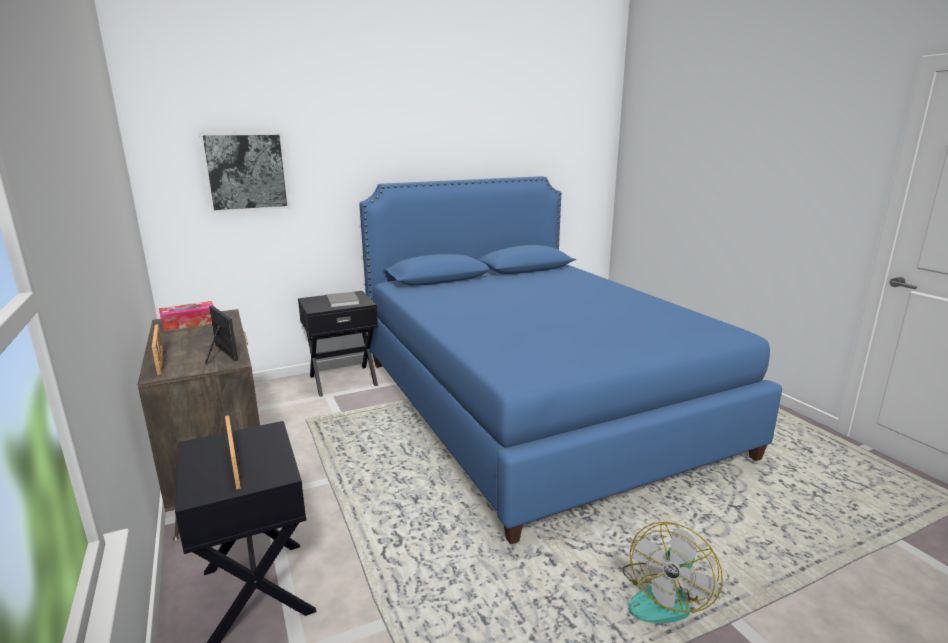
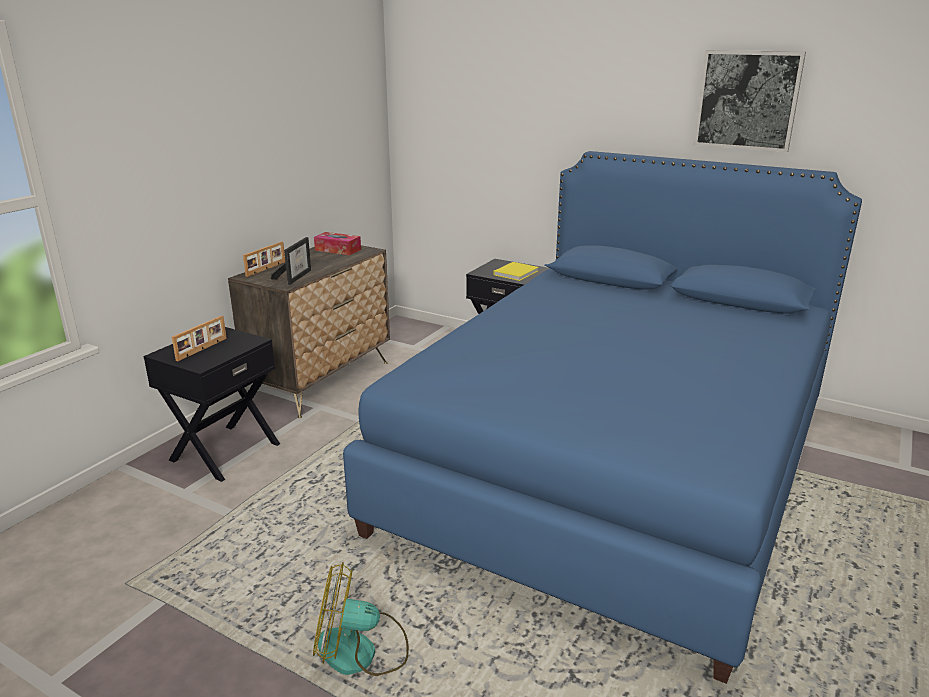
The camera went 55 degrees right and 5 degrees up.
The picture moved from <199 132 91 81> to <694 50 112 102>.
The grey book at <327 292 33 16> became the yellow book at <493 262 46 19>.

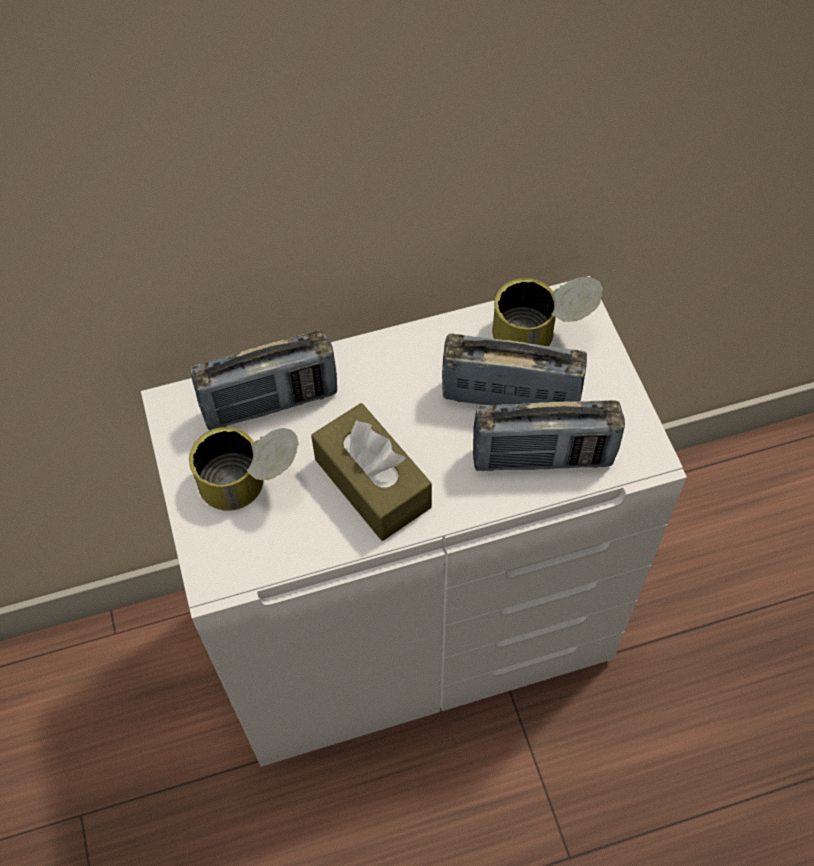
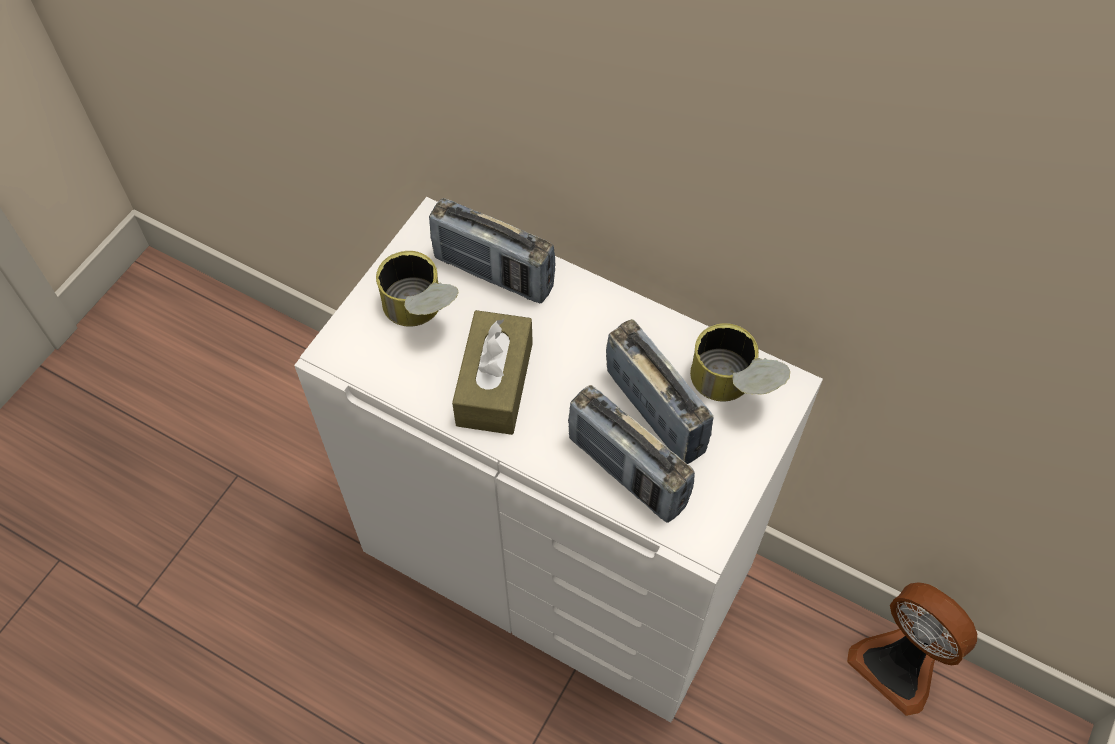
The camera went 45 degrees right and 0 degrees up.
The fan at <847 582 130 134> appeared.

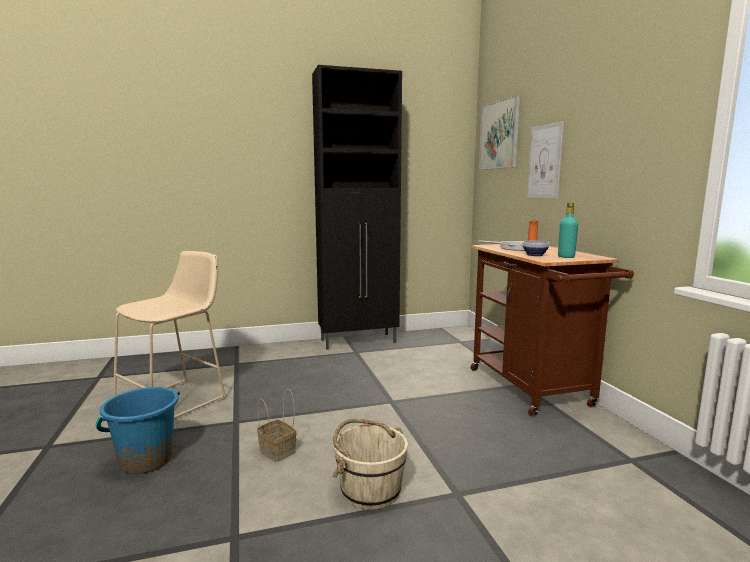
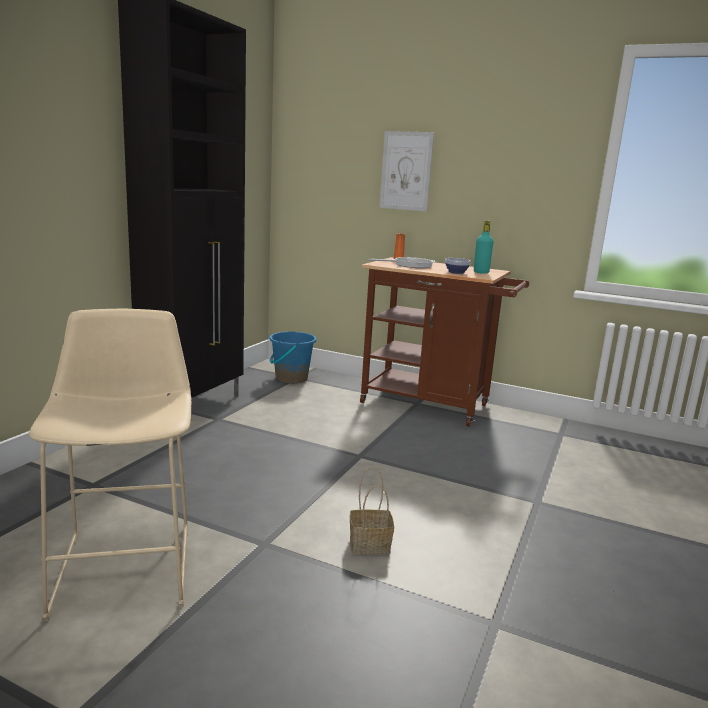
The camera went 50 degrees left and 5 degrees up.
The picture at <479 95 41 75> disappeared.
The blue bucket moved from <96 387 84 87> to <269 332 48 52>.
The beige bucket at <333 419 75 91> disappeared.

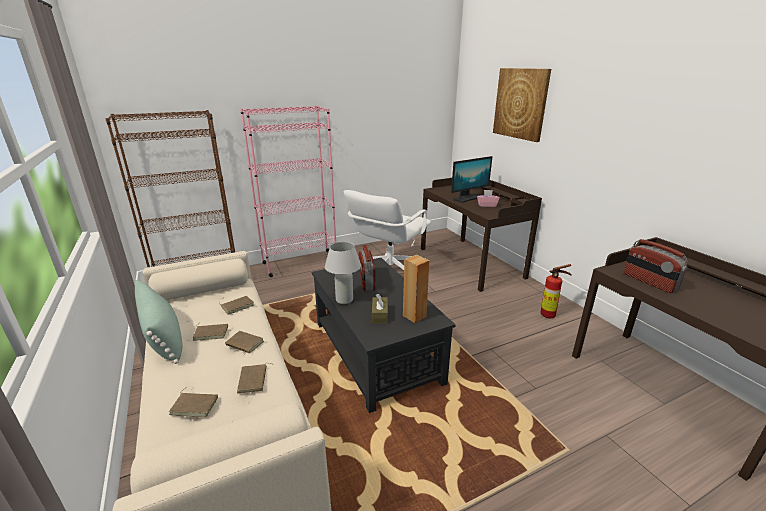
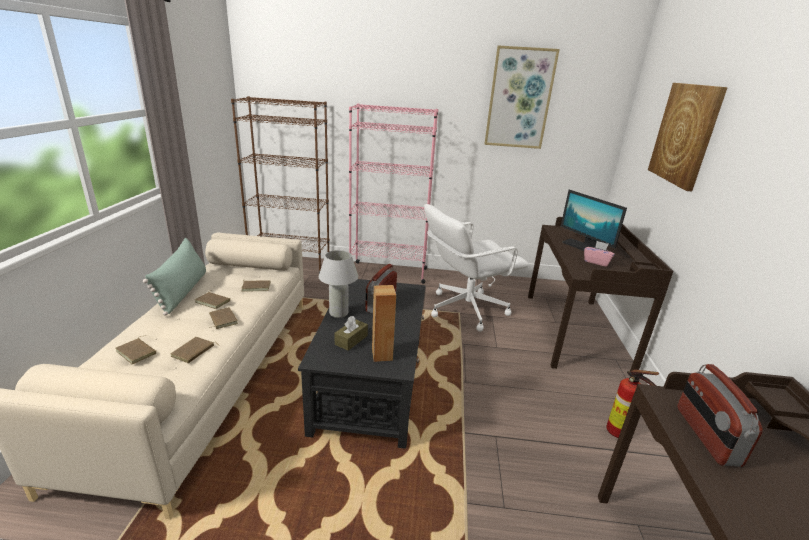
The camera went 30 degrees right and 0 degrees up.
The monitor at <451 156 42 47> turned 60 degrees clockwise.
The picture at <485 46 75 103> appeared.

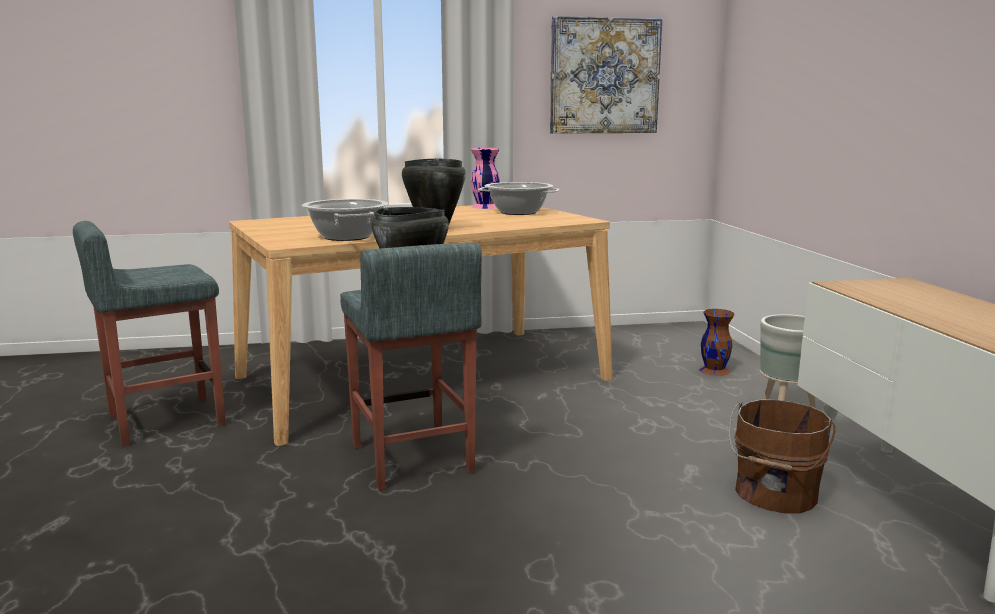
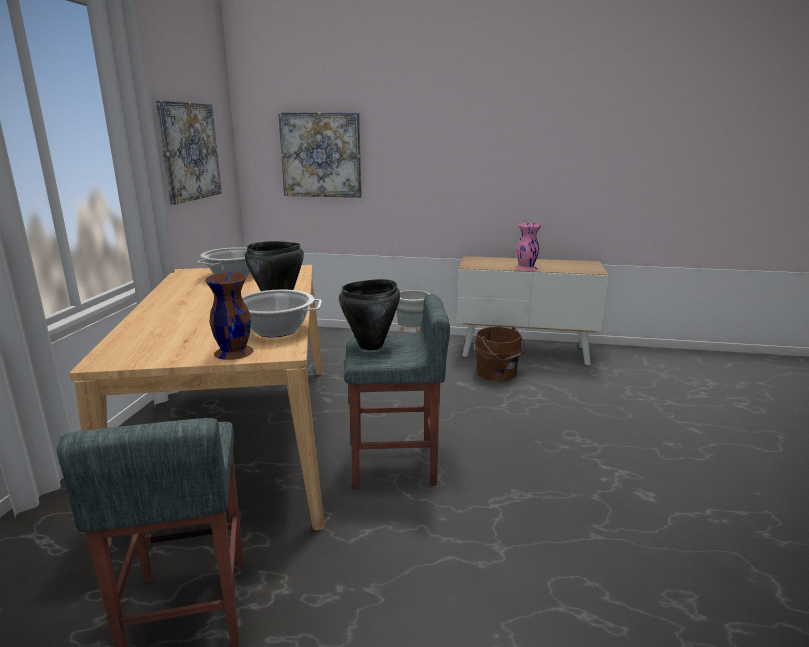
The camera went 70 degrees left and 5 degrees up.
The pink vase moved from <471 148 29 61> to <516 223 25 48>.
The brown vase moved from <699 309 36 67> to <205 273 49 87>.
The picture at <278 112 84 86> appeared.

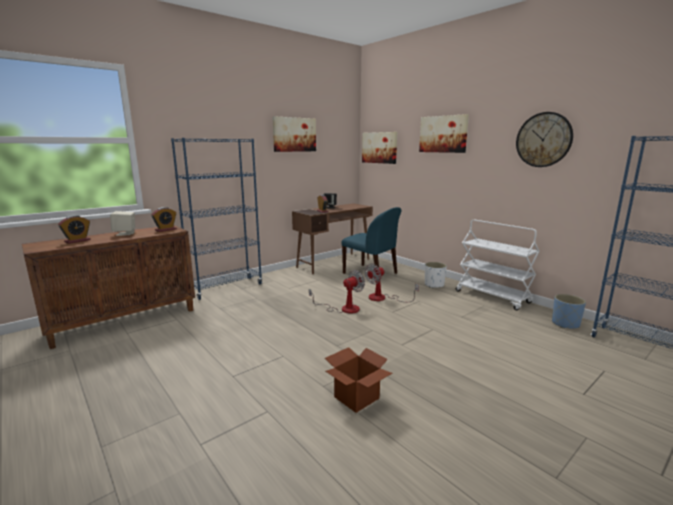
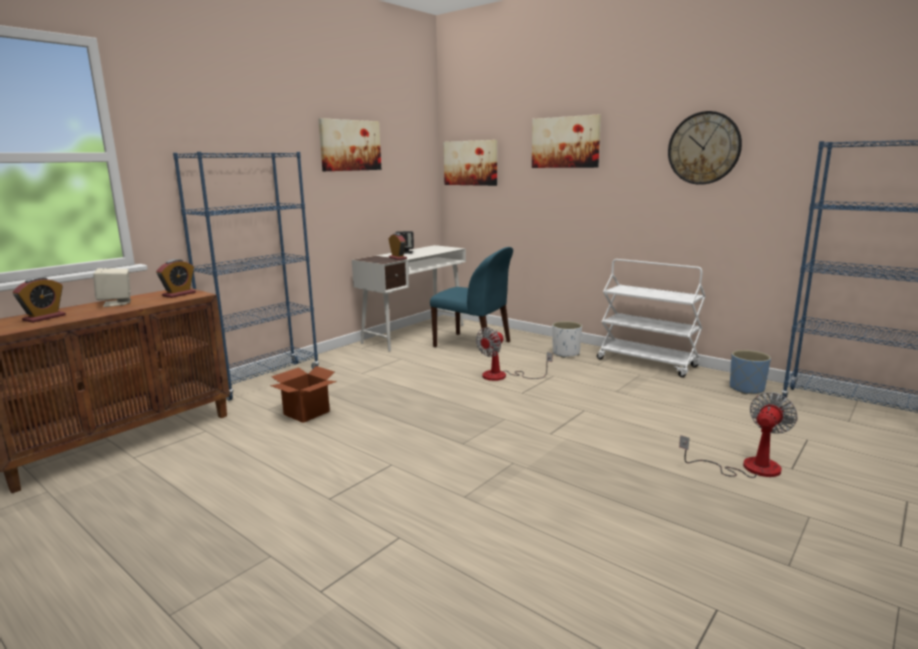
The camera went 10 degrees left and 0 degrees up.
The brown desk at <292 203 81 71> became the white desk at <352 245 114 106>.
The fan moved from <309 270 56 44> to <679 392 119 86>.
The cardboard box moved from <325 347 67 66> to <270 366 67 57>.

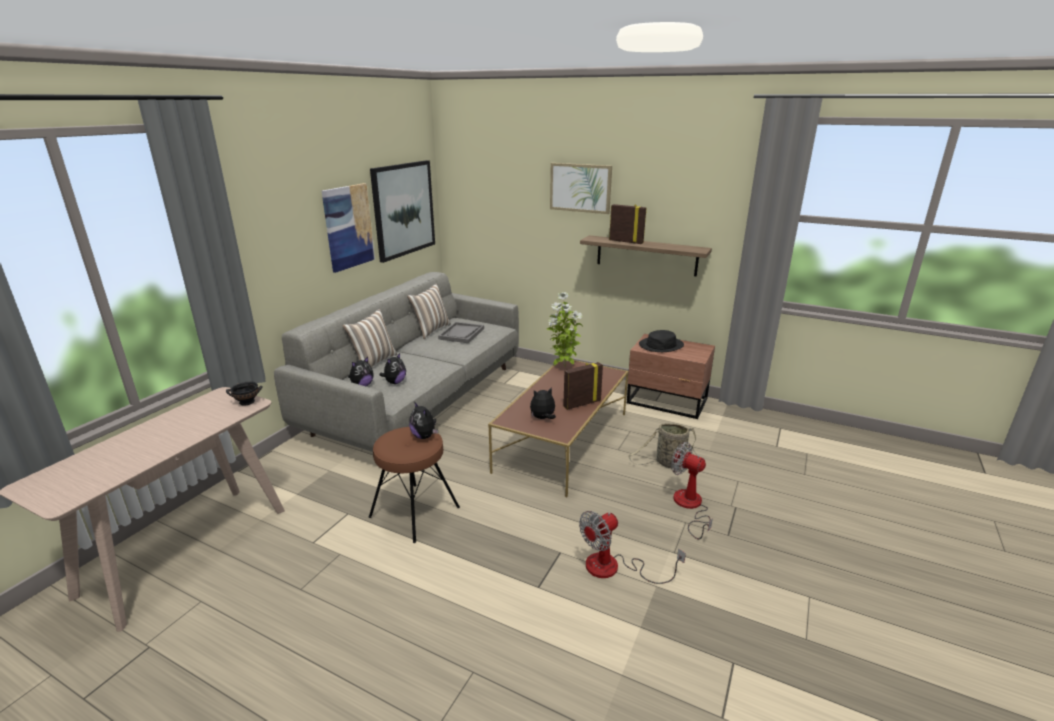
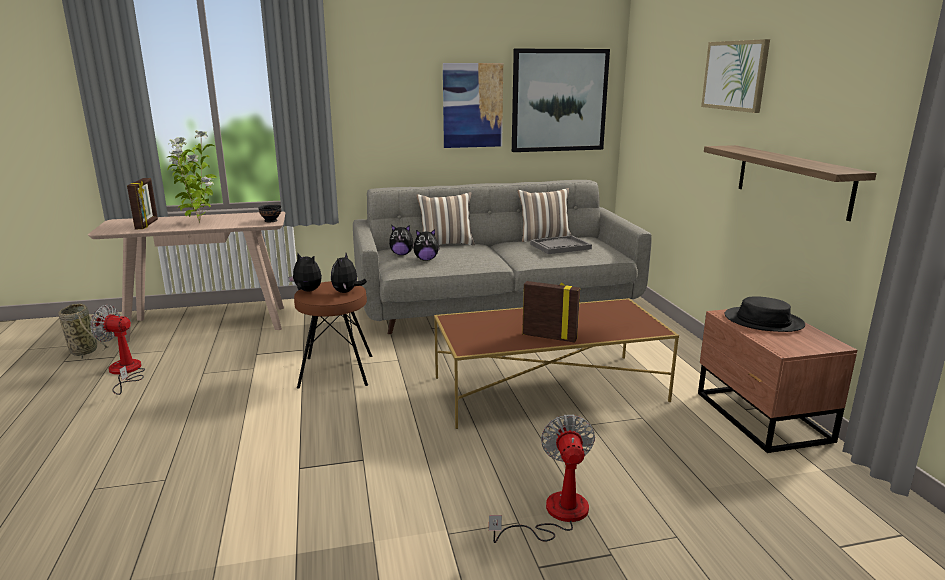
The camera went 50 degrees right and 5 degrees down.
The picture frame moved from <609 204 37 40> to <127 178 31 51>.
The potted plant moved from <547 292 36 75> to <167 130 50 93>.
The plush toy moved from <530 387 26 32> to <288 253 34 38>.
The basket moved from <628 423 69 45> to <58 303 50 57>.
The fan moved from <579 511 107 73> to <90 305 55 90>.

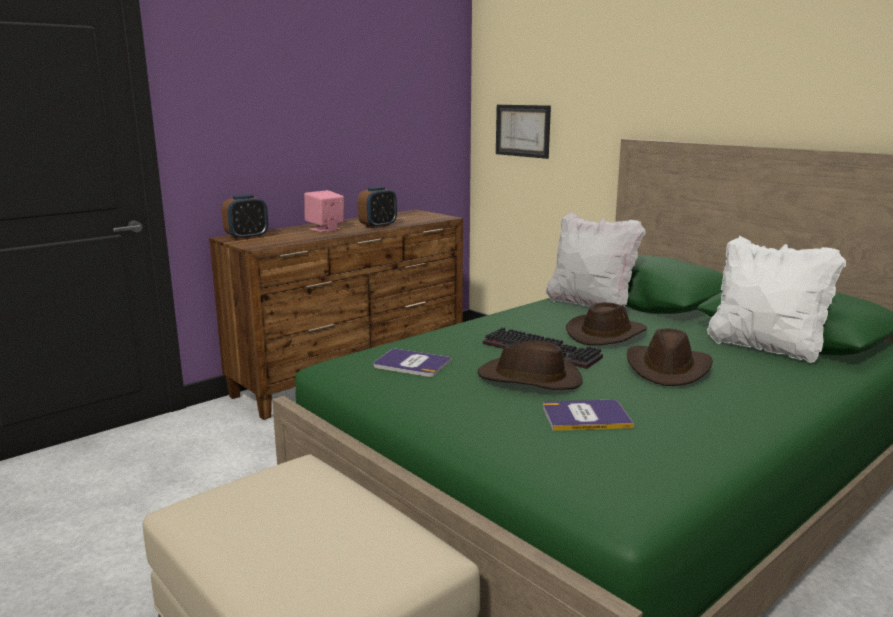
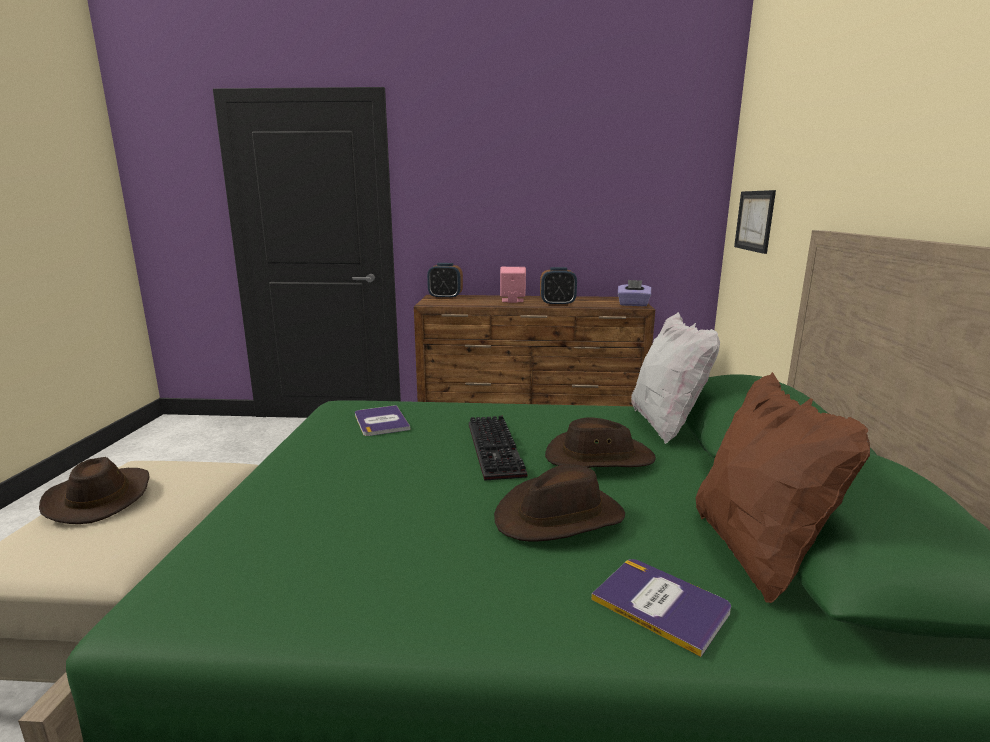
The camera went 45 degrees right and 0 degrees up.
The white pillow at <707 236 139 127> became the brown pillow at <696 372 174 231>.
The brown hat moved from <477 341 106 49> to <39 457 111 67>.
The book moved from <543 400 91 31> to <591 559 140 98>.
The purple tissue box at <618 280 33 26> appeared.

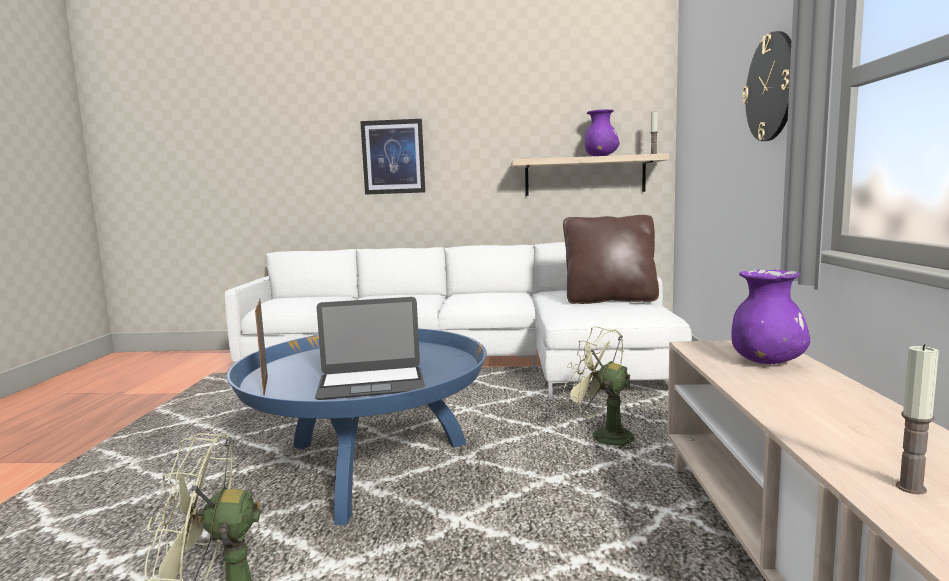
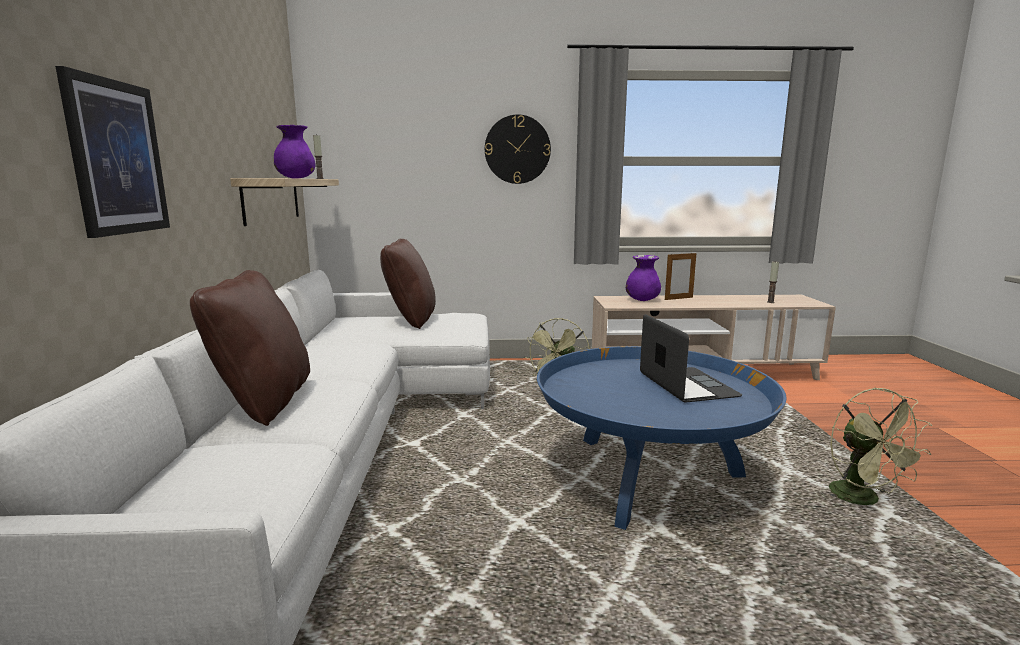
The camera went 95 degrees left and 5 degrees up.
The picture frame moved from <255 300 13 96> to <665 253 32 47>.
The brown pillow at <190 270 120 156> appeared.

